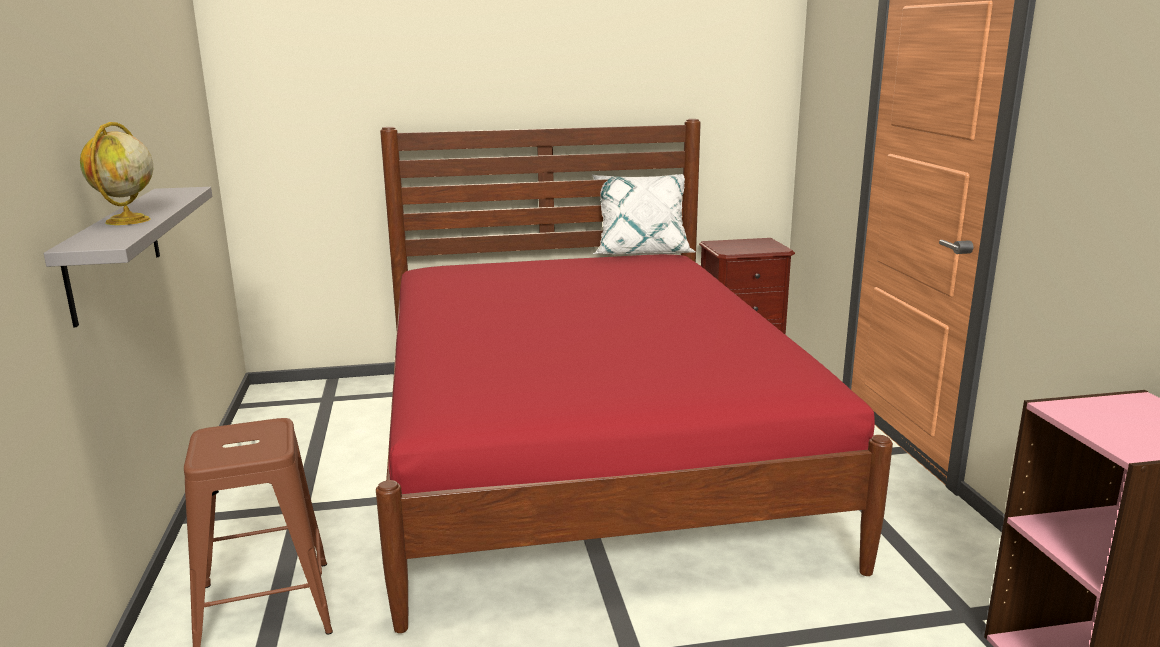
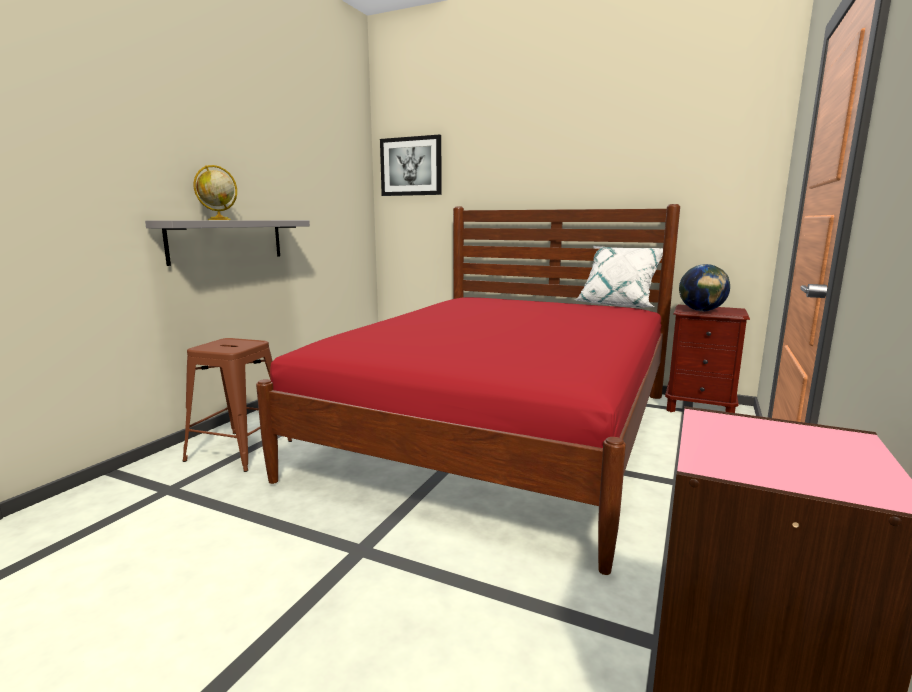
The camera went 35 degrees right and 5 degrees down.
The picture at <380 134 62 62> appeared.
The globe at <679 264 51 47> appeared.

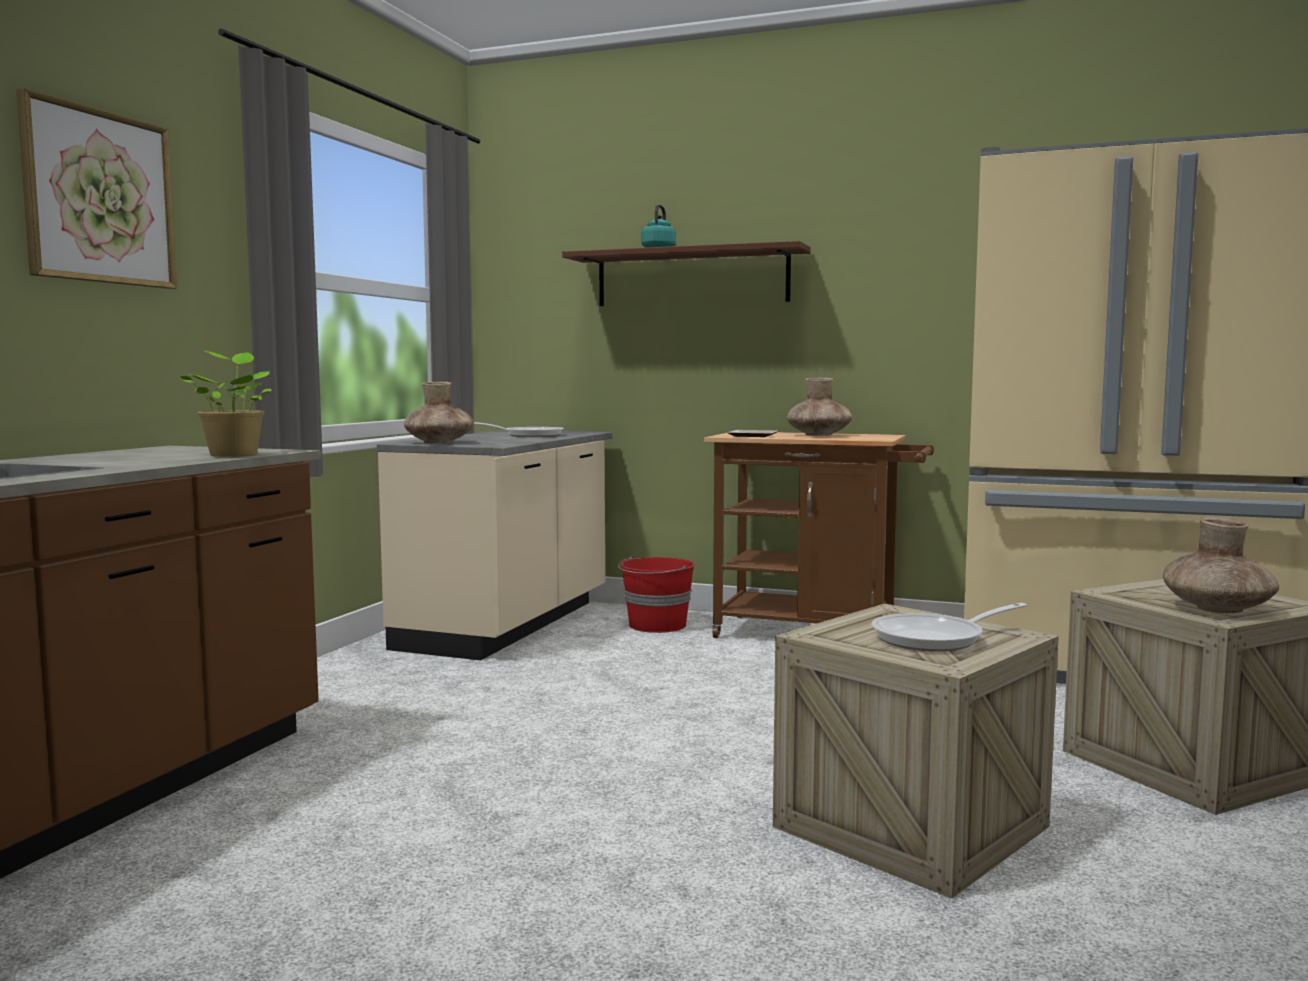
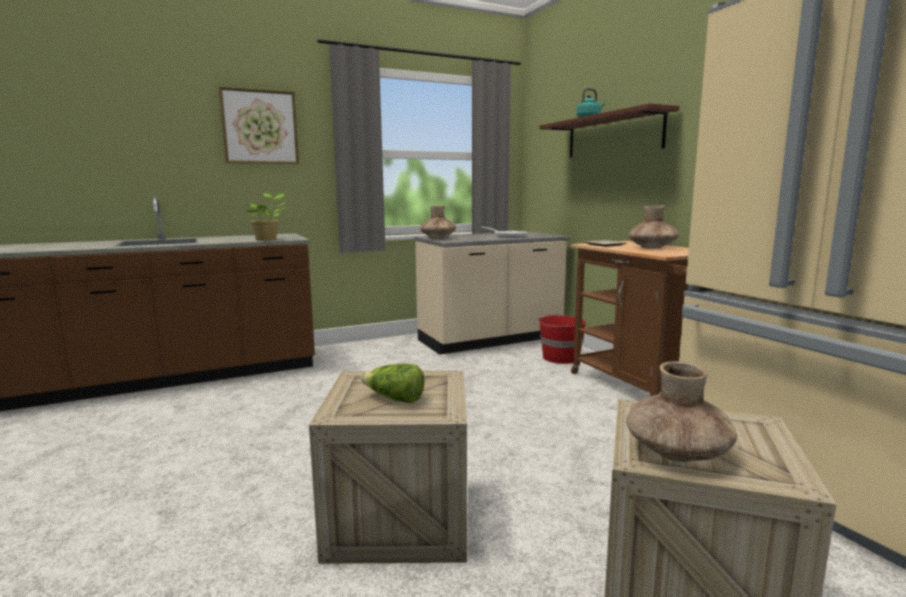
The camera went 45 degrees right and 5 degrees up.
The frying pan at <871 603 156 49> was replaced by the lettuce at <361 364 63 39>.

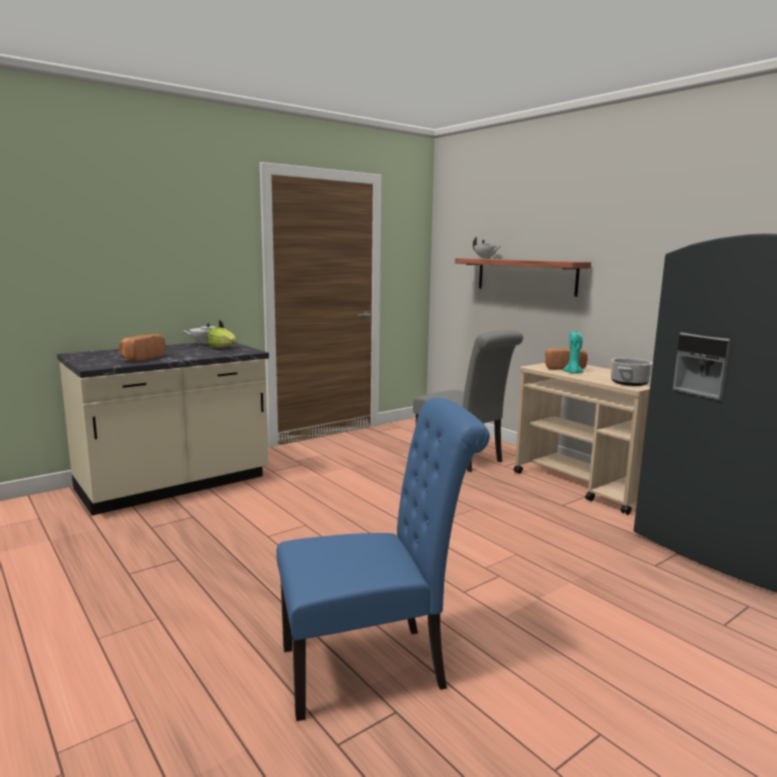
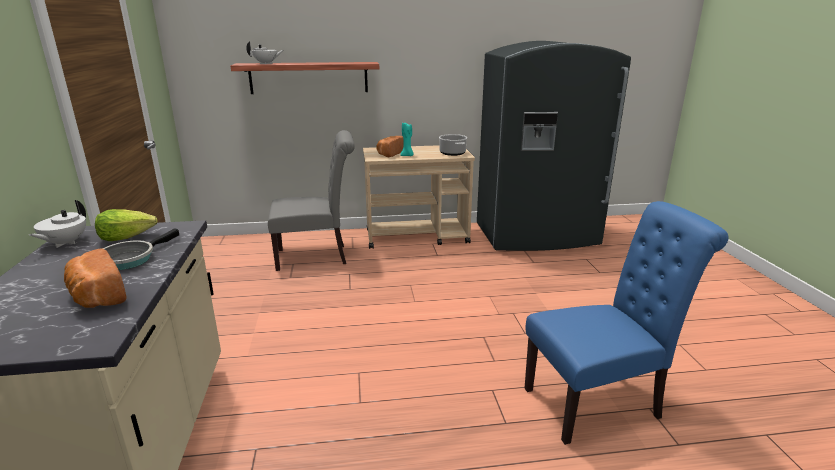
The camera went 60 degrees left and 10 degrees up.
The blue chair at <276 398 214 323> turned 60 degrees clockwise.
The frying pan at <102 228 77 42> appeared.

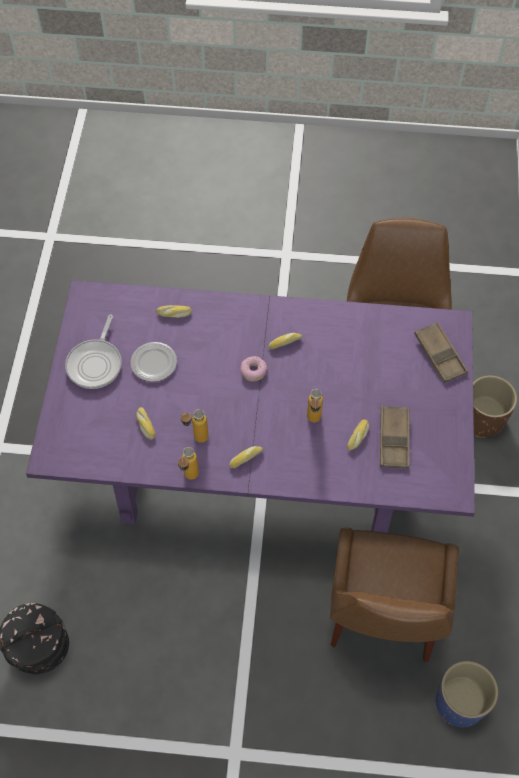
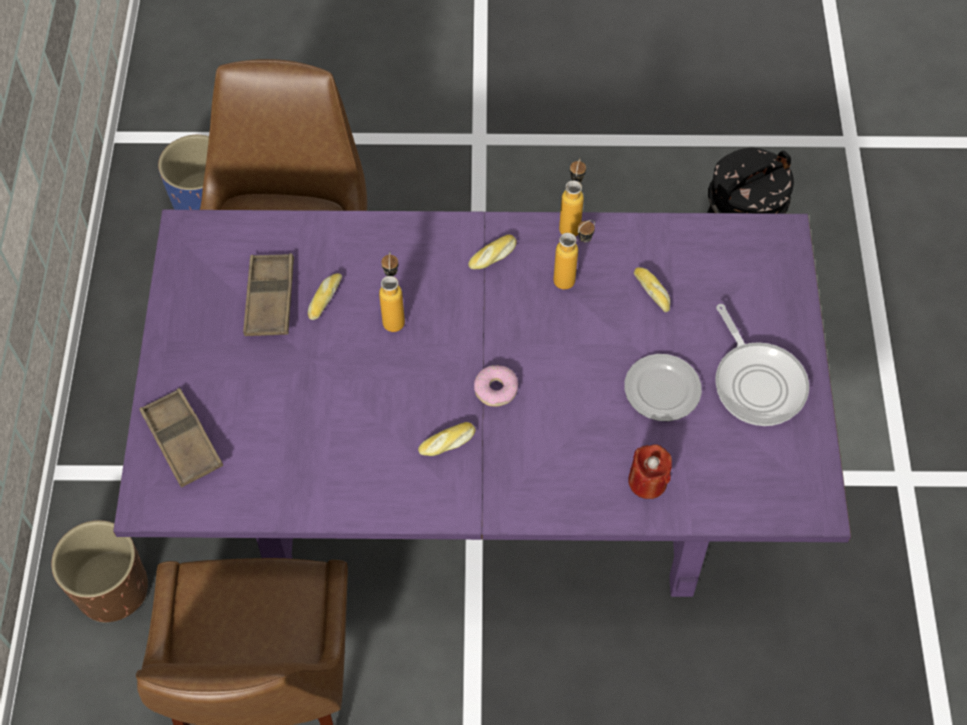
The camera went 175 degrees right and 0 degrees up.
The bread at <156 305 36 13> was replaced by the red candle at <628 444 44 55>.
The frying pan at <65 315 57 74> turned 150 degrees clockwise.

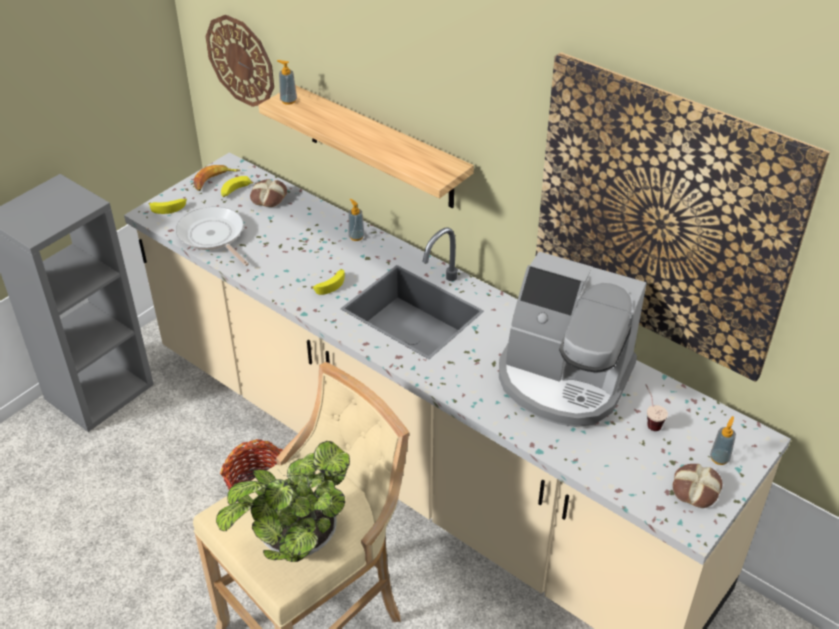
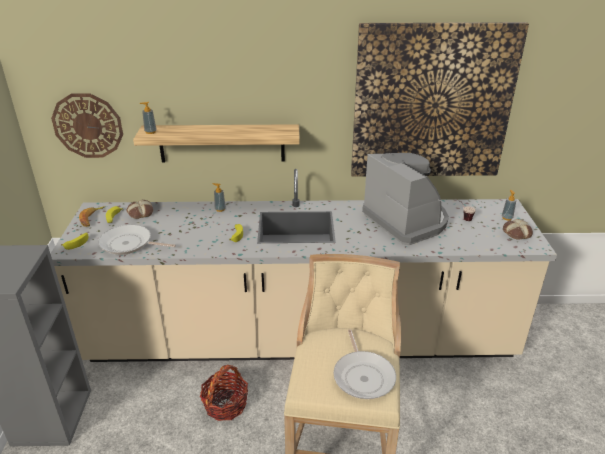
The camera went 40 degrees left and 10 degrees down.
The coffee machine at <499 252 148 175> turned 105 degrees counterclockwise.
The potted plant at <216 441 134 121> was replaced by the frying pan at <334 329 62 70>.

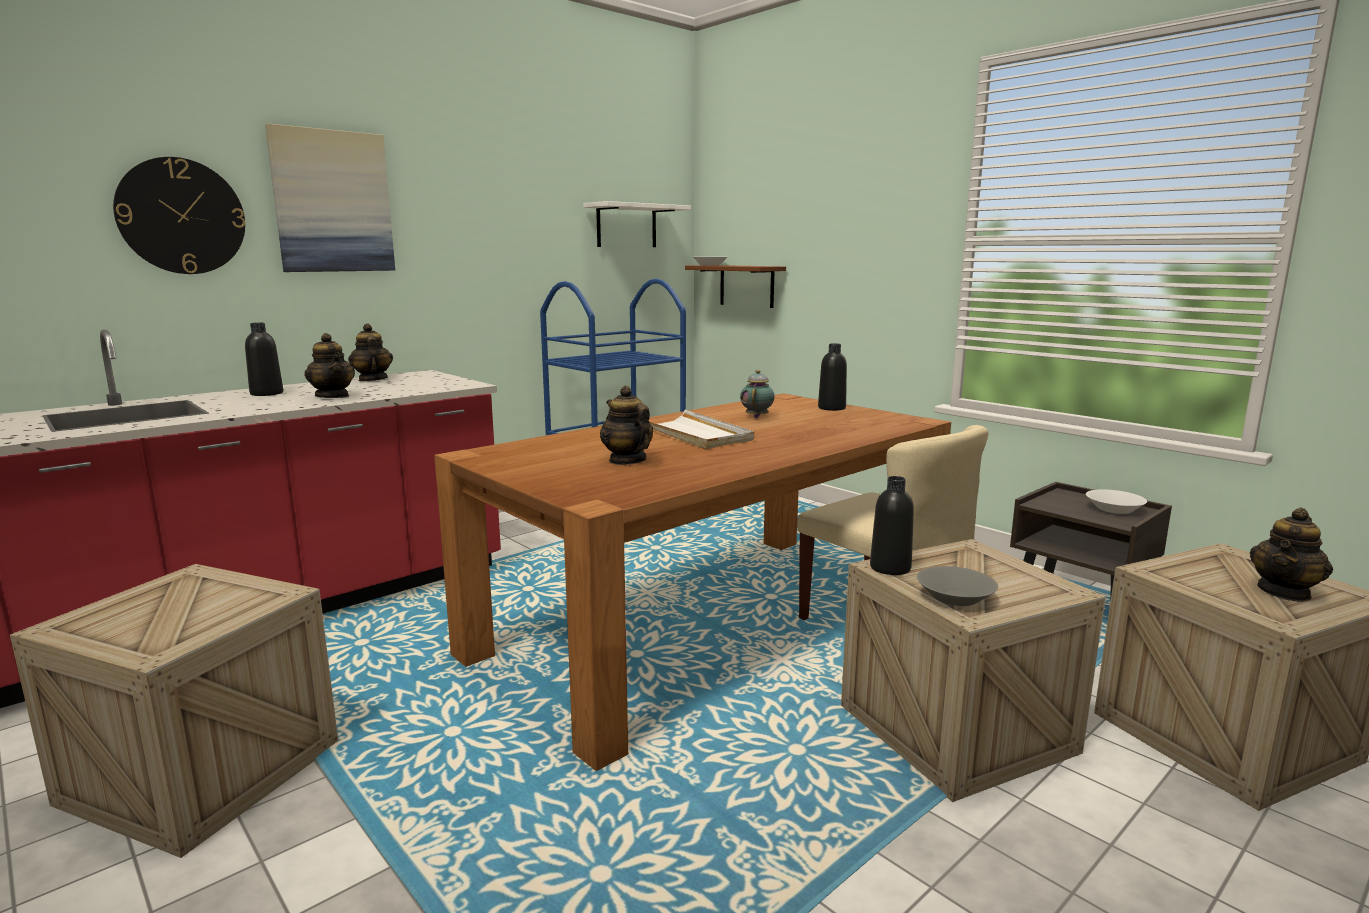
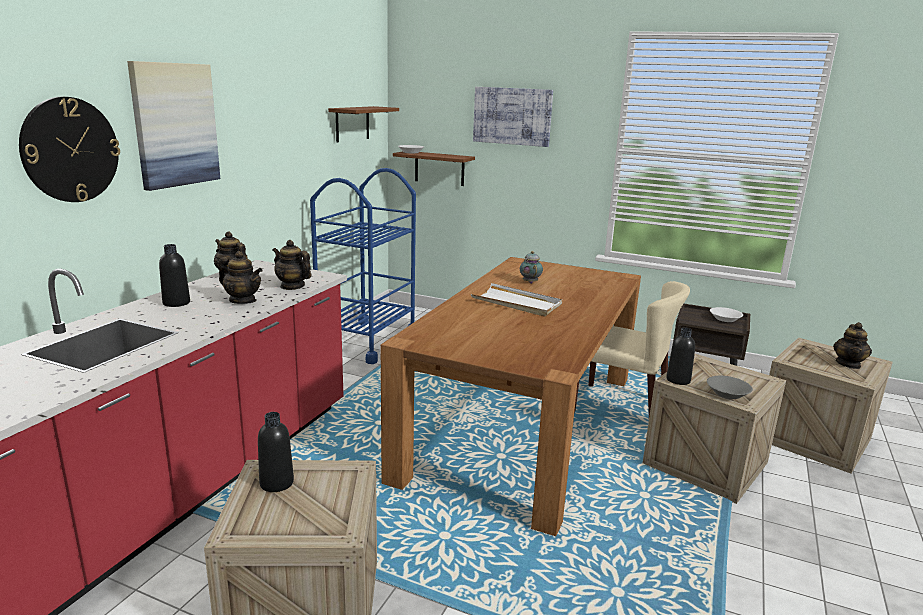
The camera went 25 degrees left and 5 degrees up.
The white shelf at <583 201 108 46> became the brown shelf at <328 106 71 37>.
The black bottle moved from <818 343 29 68> to <258 412 36 80>.
The teapot moved from <600 386 53 79> to <272 240 39 50>.
The picture at <473 87 80 60> appeared.

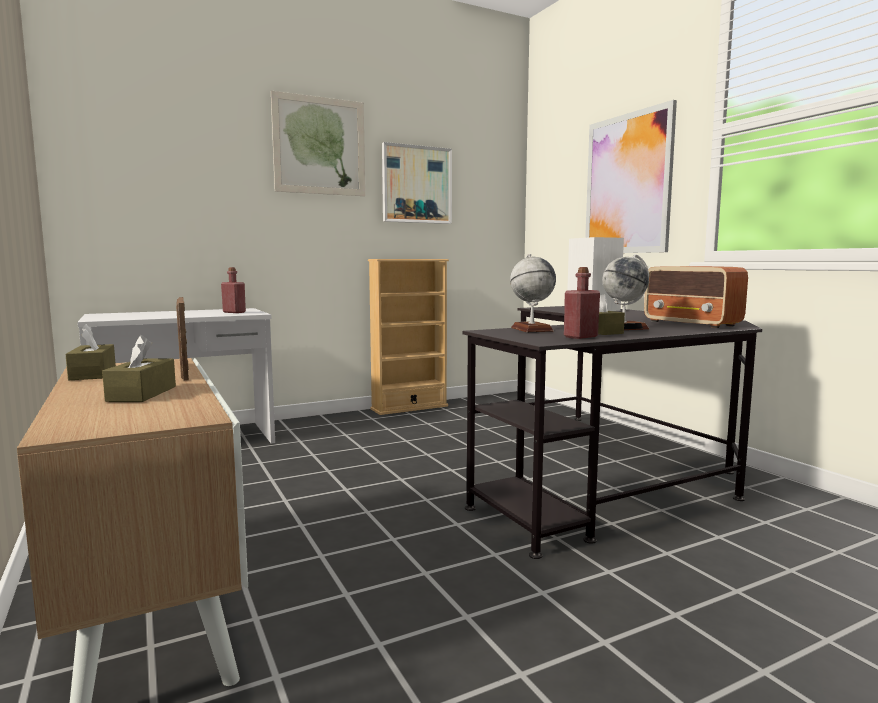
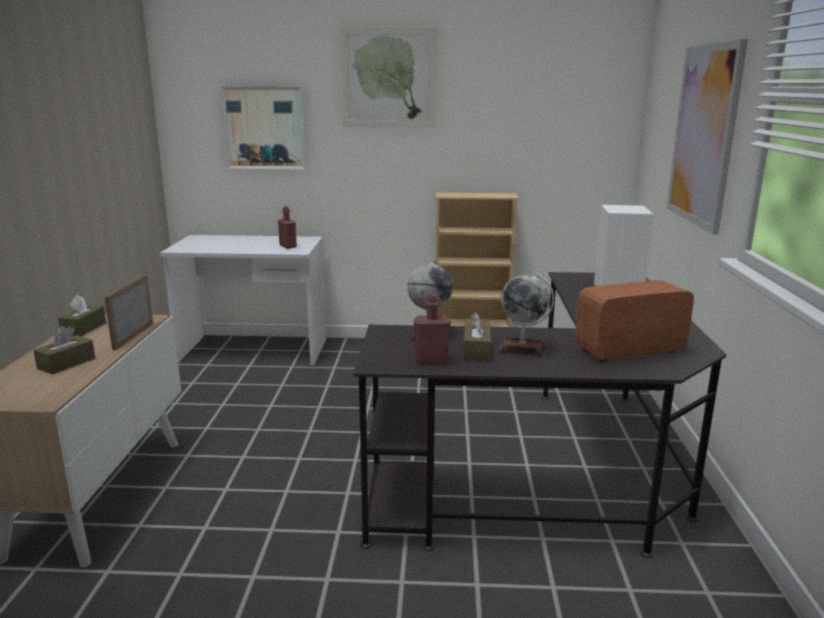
The camera went 30 degrees right and 10 degrees up.
The picture moved from <382 142 70 82> to <221 86 86 84>.
The radio at <644 266 104 62> turned 75 degrees clockwise.

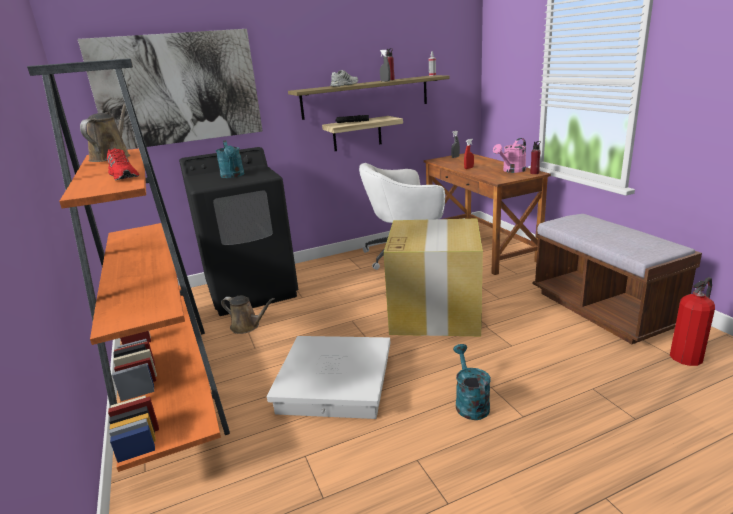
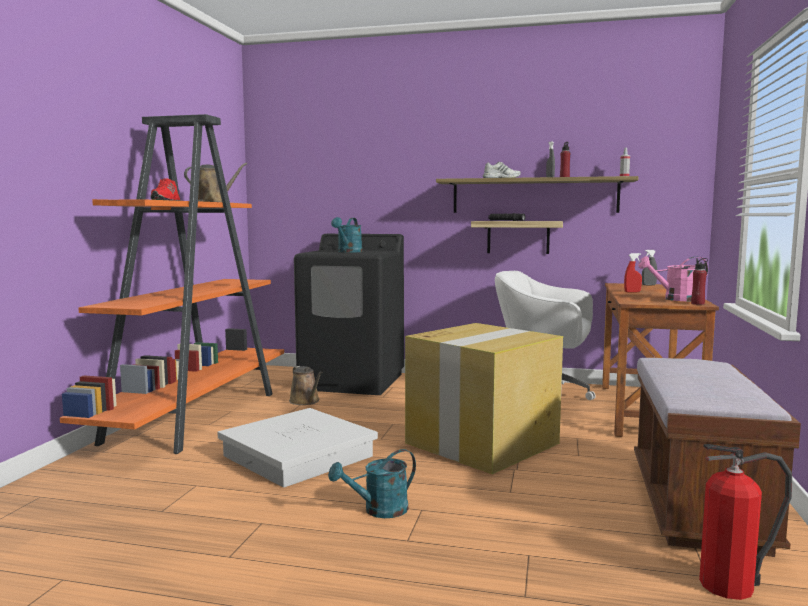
The camera went 35 degrees right and 15 degrees down.
The picture at <78 29 185 120> disappeared.
The turquoise watering can at <453 344 38 76> turned 150 degrees counterclockwise.

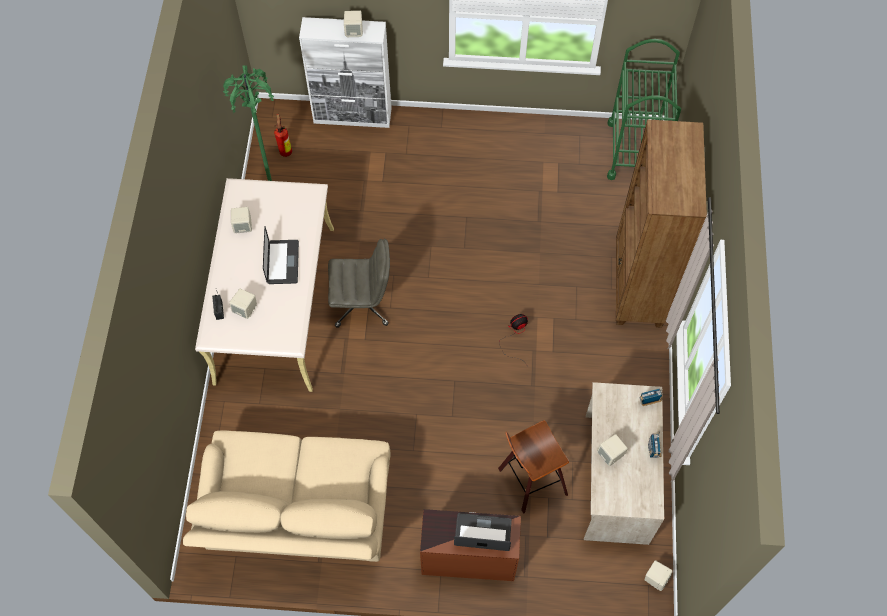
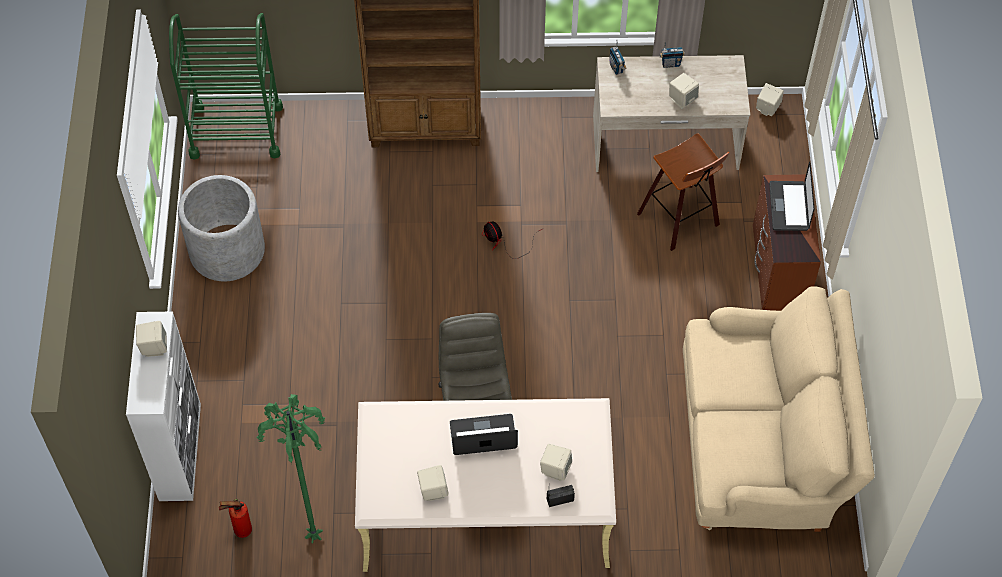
The camera went 95 degrees left and 5 degrees down.
The grey planter at <178 175 87 106> appeared.

